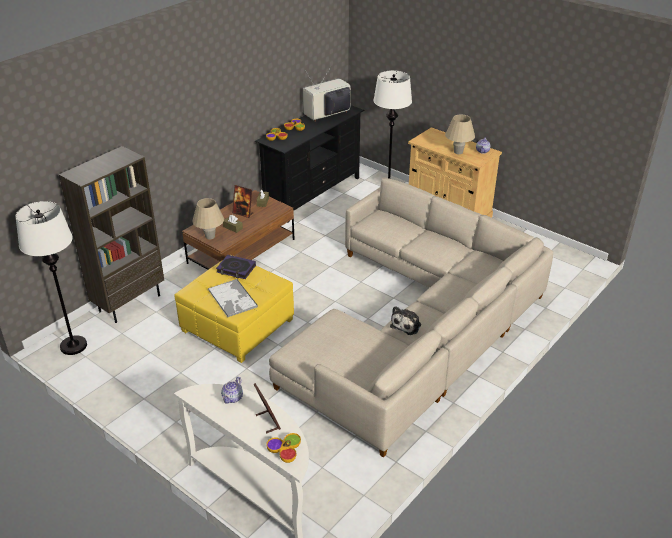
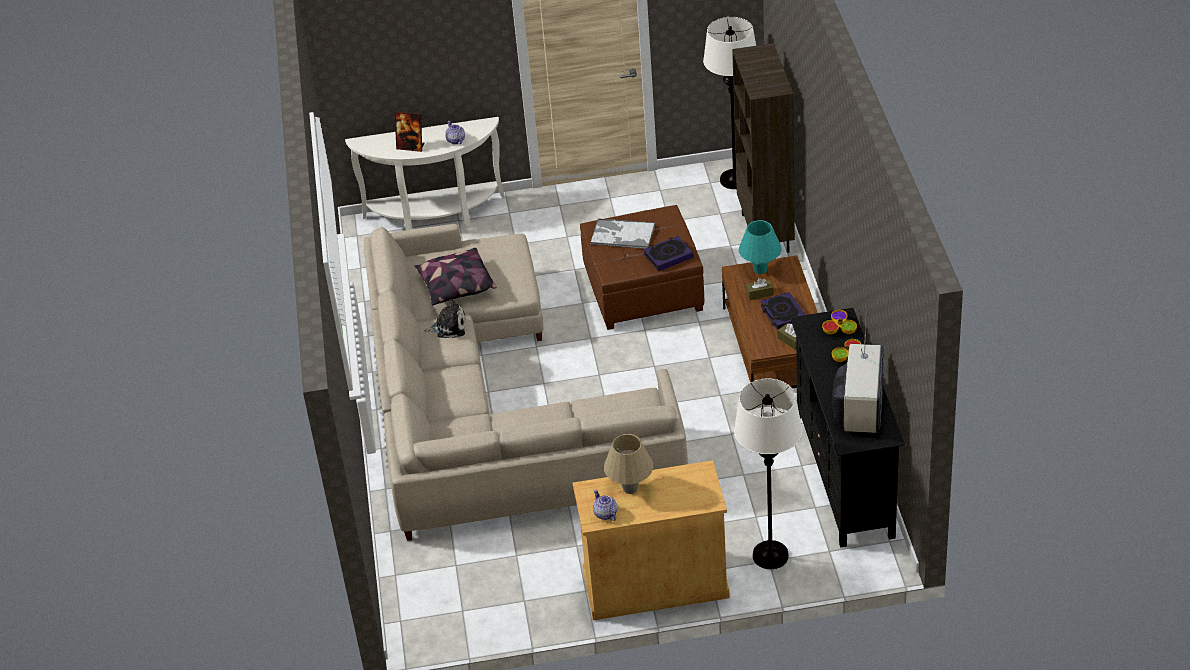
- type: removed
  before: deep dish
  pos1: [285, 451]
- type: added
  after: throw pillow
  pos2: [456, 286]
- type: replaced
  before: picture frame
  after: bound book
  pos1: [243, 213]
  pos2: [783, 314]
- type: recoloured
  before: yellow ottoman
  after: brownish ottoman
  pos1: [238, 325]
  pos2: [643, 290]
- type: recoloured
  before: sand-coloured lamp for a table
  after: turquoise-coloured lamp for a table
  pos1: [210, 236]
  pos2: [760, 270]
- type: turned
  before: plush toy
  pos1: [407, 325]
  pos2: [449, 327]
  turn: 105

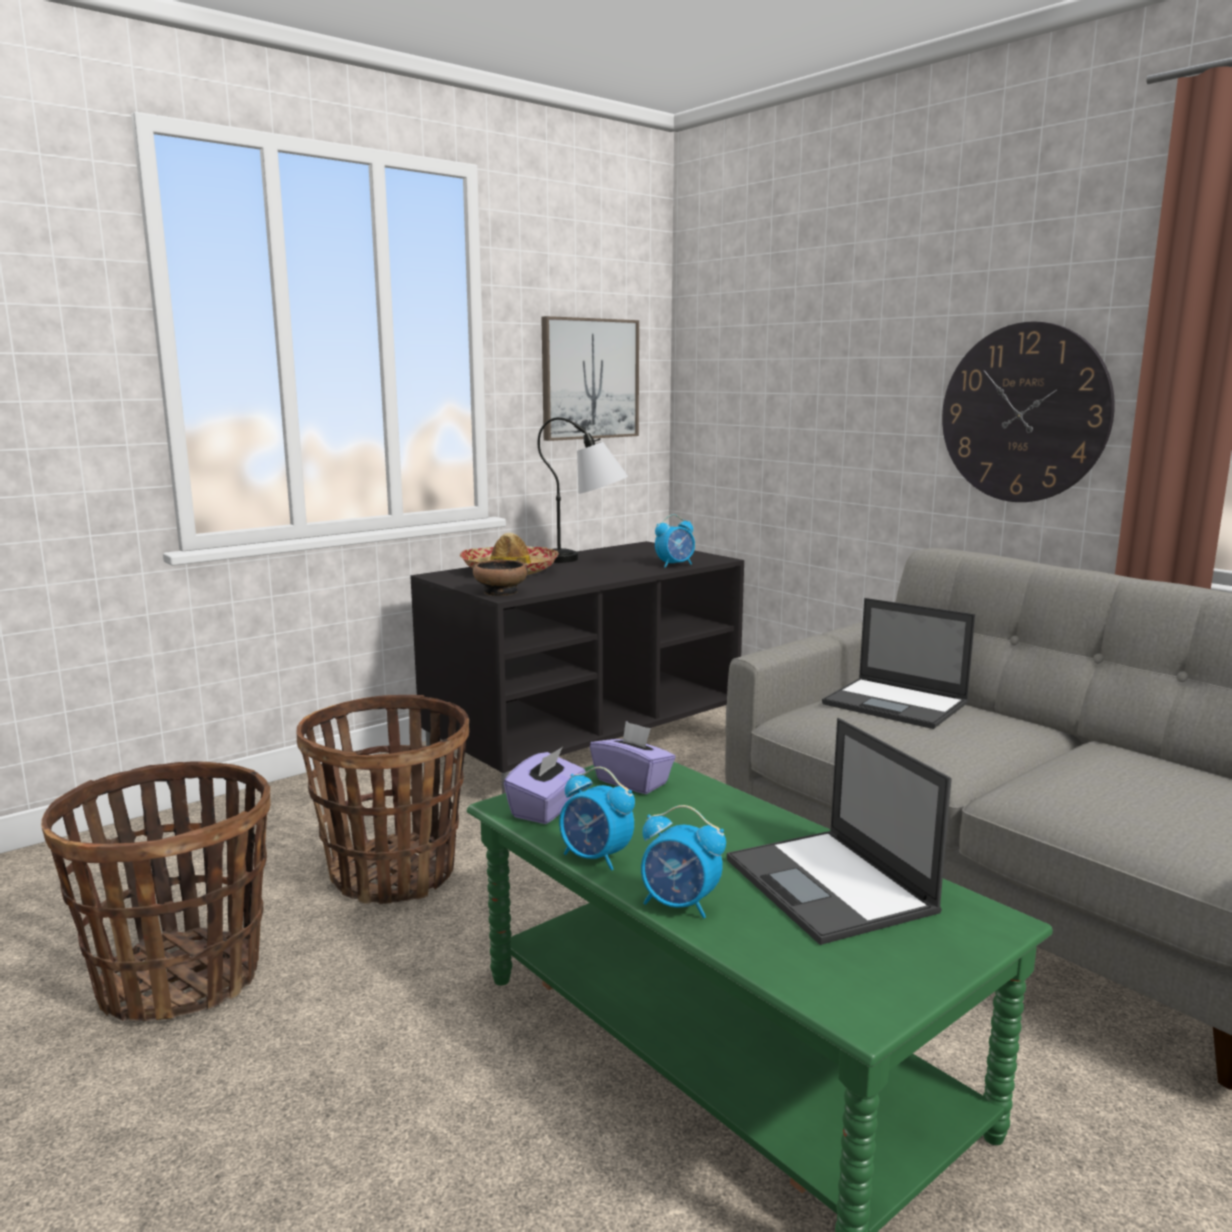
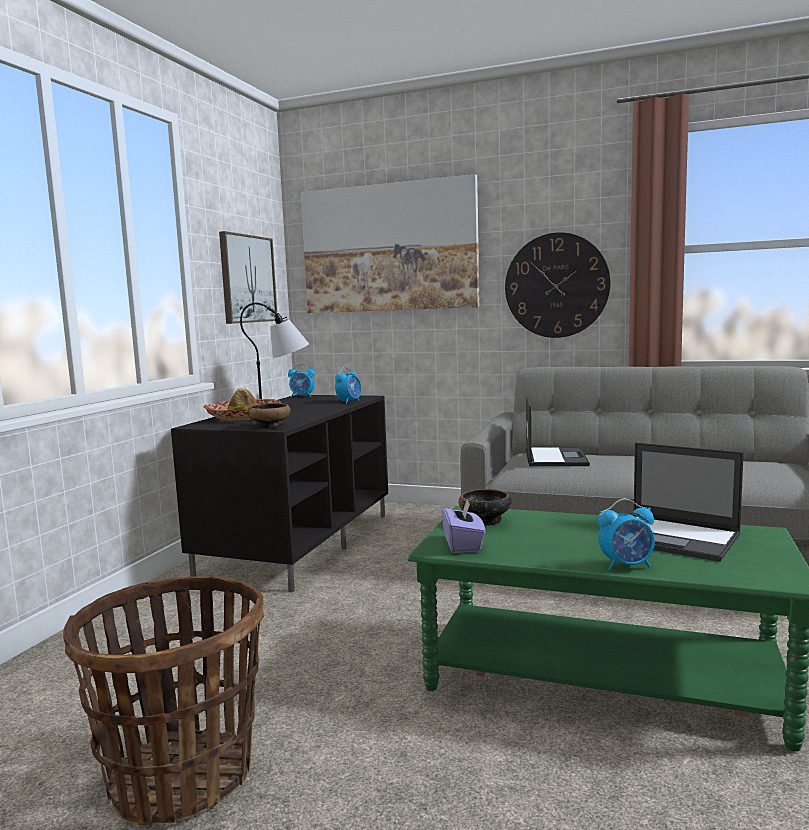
- type: removed
  before: household basket
  pos1: [393, 873]
- type: added
  after: wall art
  pos2: [389, 248]
- type: moved
  before: bedside clock
  pos1: [596, 858]
  pos2: [302, 397]
- type: replaced
  before: purple-coloured tissue box
  after: deep dish
  pos1: [632, 782]
  pos2: [484, 521]
- type: turned
  before: portable computer
  pos1: [897, 704]
  pos2: [555, 457]
  turn: -90

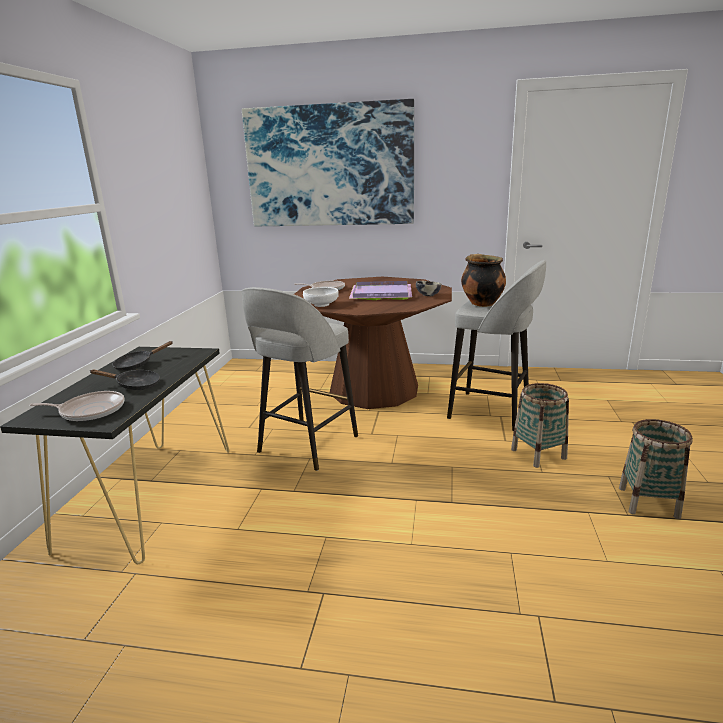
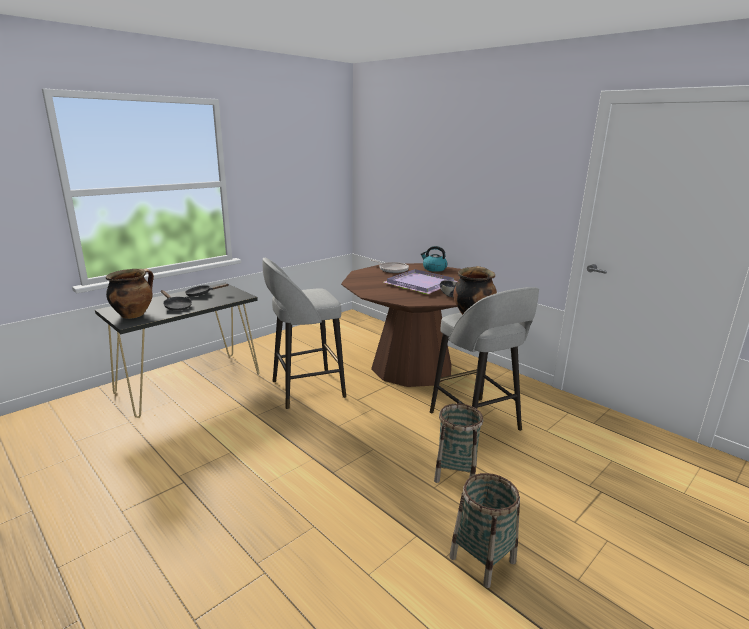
- type: removed
  before: wall art
  pos1: [329, 166]
- type: removed
  before: white-coloured deep dish
  pos1: [321, 305]
- type: added
  after: tea kettle
  pos2: [434, 269]
- type: replaced
  before: pan
  after: stockpot
  pos1: [89, 411]
  pos2: [134, 314]

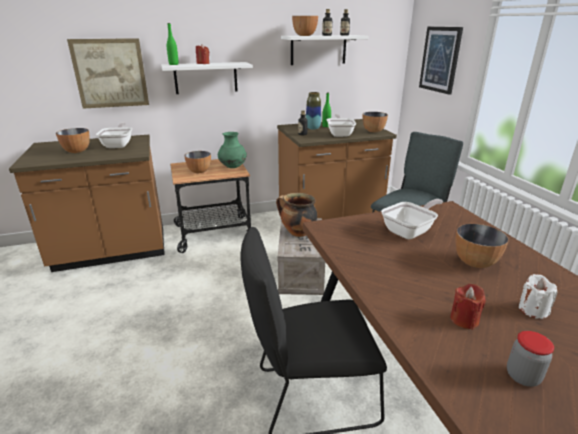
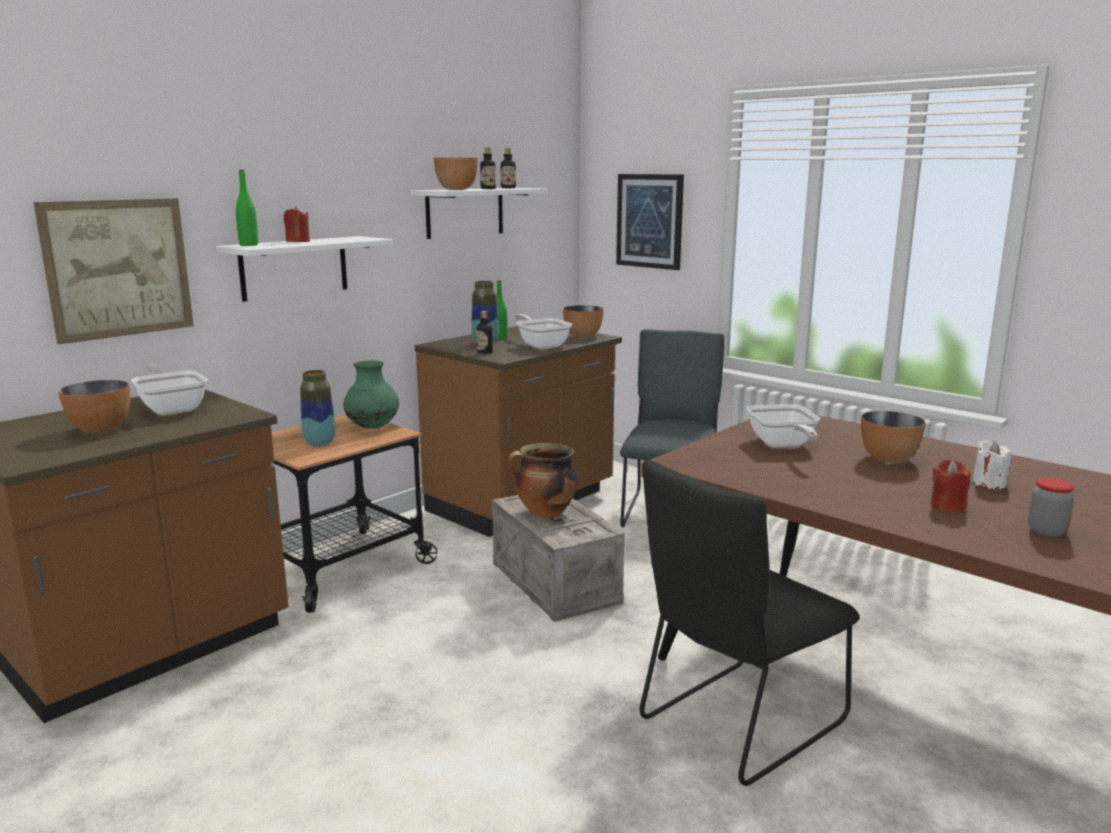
- type: replaced
  before: deep dish
  after: vase
  pos1: [199, 171]
  pos2: [319, 443]
- type: turned
  before: pan
  pos1: [410, 231]
  pos2: [782, 445]
  turn: 150

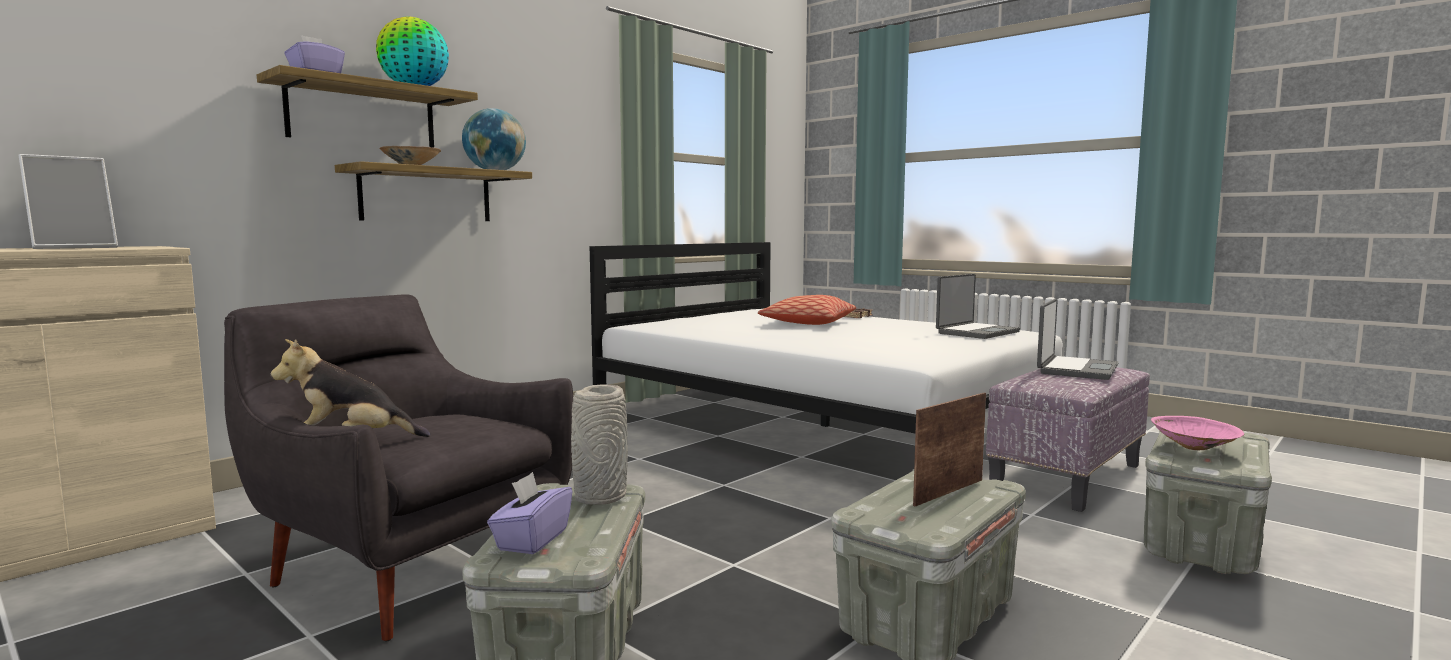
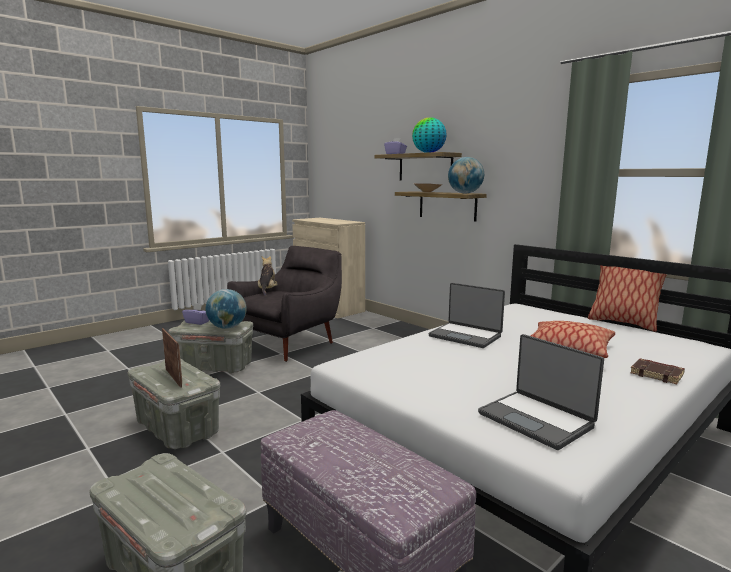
- type: removed
  before: picture frame
  pos1: [75, 247]
- type: removed
  before: pink-coloured deep dish
  pos1: [1195, 448]
- type: added
  after: throw pillow
  pos2: [622, 323]
- type: moved
  before: portable computer
  pos1: [1075, 369]
  pos2: [466, 336]
- type: replaced
  before: grey vase
  after: world globe
  pos1: [599, 497]
  pos2: [227, 327]

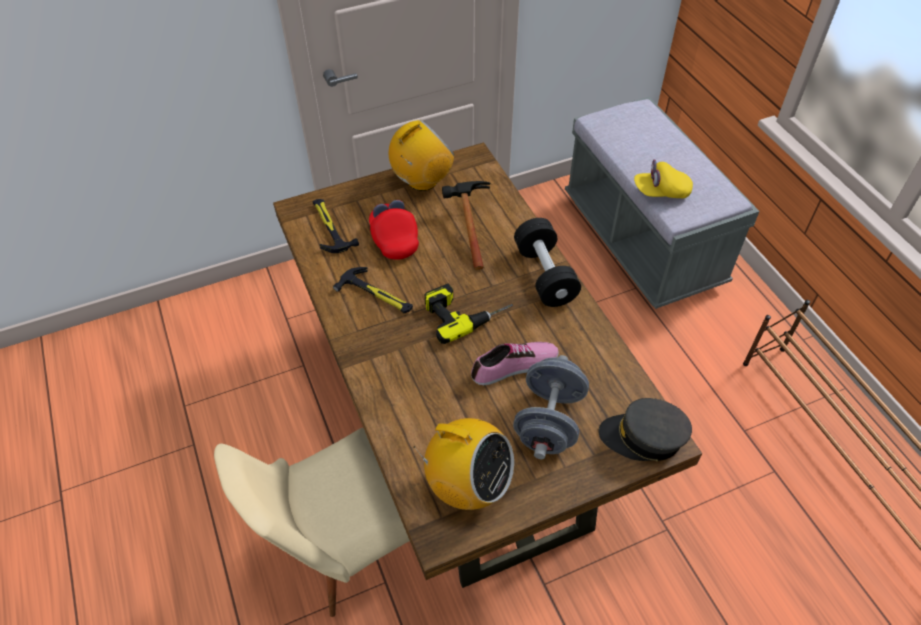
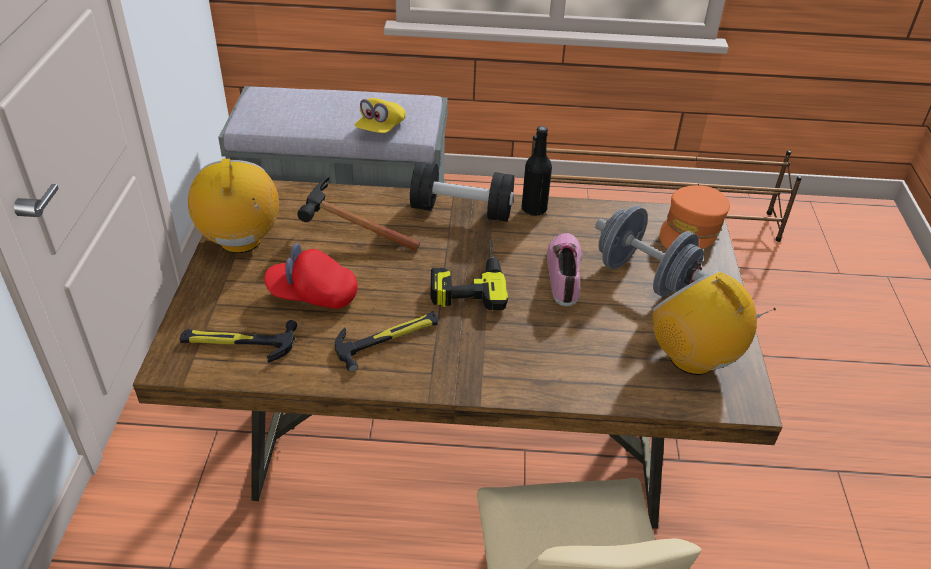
- type: added
  after: blackish bottle
  pos2: [534, 209]
- type: recoloured
  before: grey peaked cap
  after: orangey peaked cap
  pos1: [643, 437]
  pos2: [691, 230]
- type: turned
  before: radio set
  pos1: [468, 485]
  pos2: [693, 358]
  turn: -90

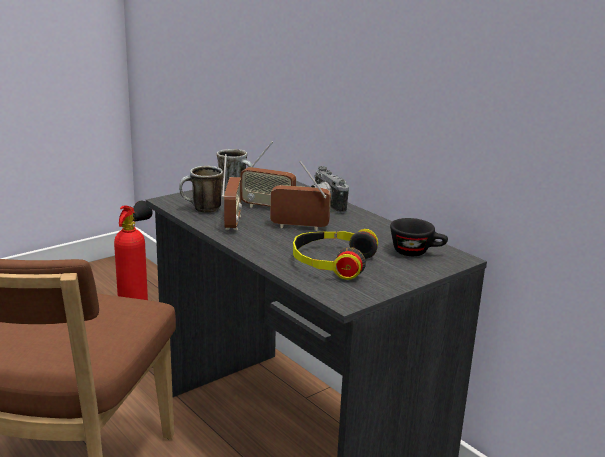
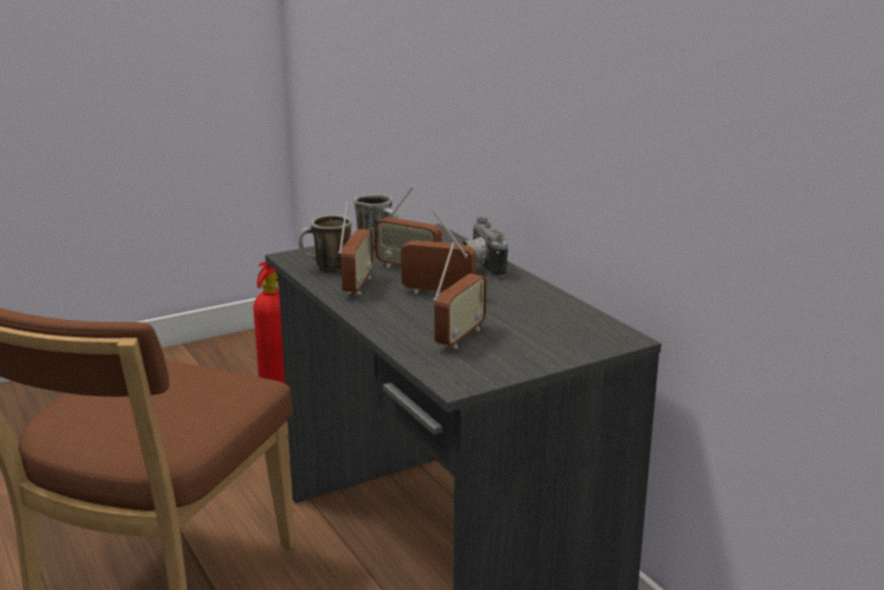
- type: removed
  before: blackish drinking cup
  pos1: [416, 252]
- type: replaced
  before: headset
  after: radio set
  pos1: [332, 262]
  pos2: [460, 337]

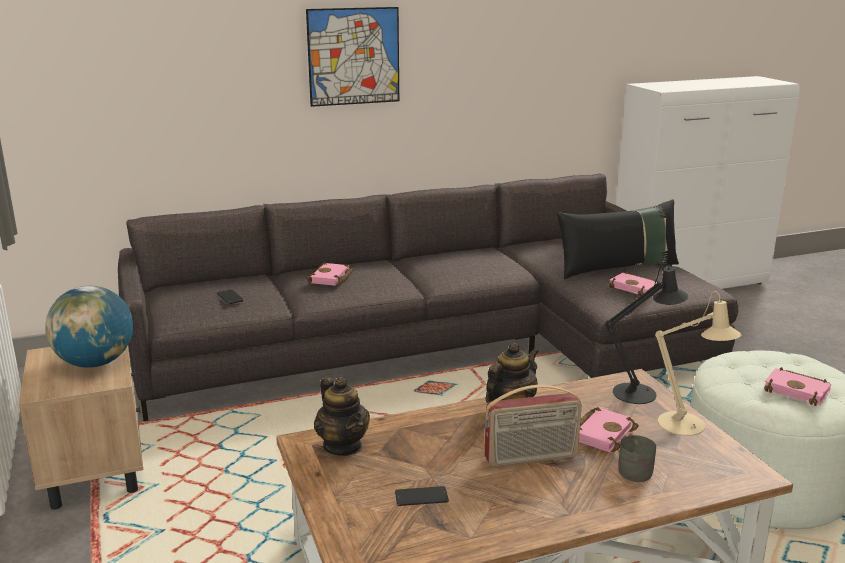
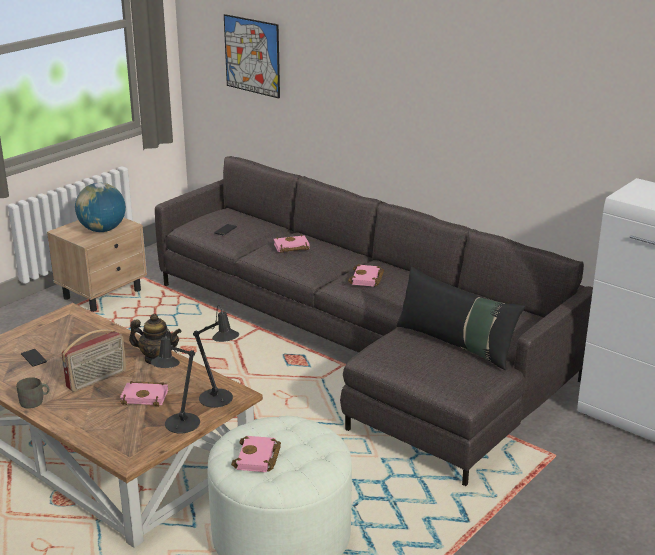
- type: removed
  before: pot for tea
  pos1: [343, 446]
- type: moved
  before: wall art
  pos1: [354, 56]
  pos2: [252, 56]
- type: moved
  before: pink-coloured bound book
  pos1: [636, 288]
  pos2: [367, 279]
- type: moved
  before: grey tea mug
  pos1: [635, 470]
  pos2: [35, 402]
- type: recoloured
  before: sand-coloured lamp for a table
  after: blackish lamp for a table
  pos1: [687, 426]
  pos2: [179, 426]
- type: turned
  before: radio set
  pos1: [531, 458]
  pos2: [97, 380]
  turn: -90

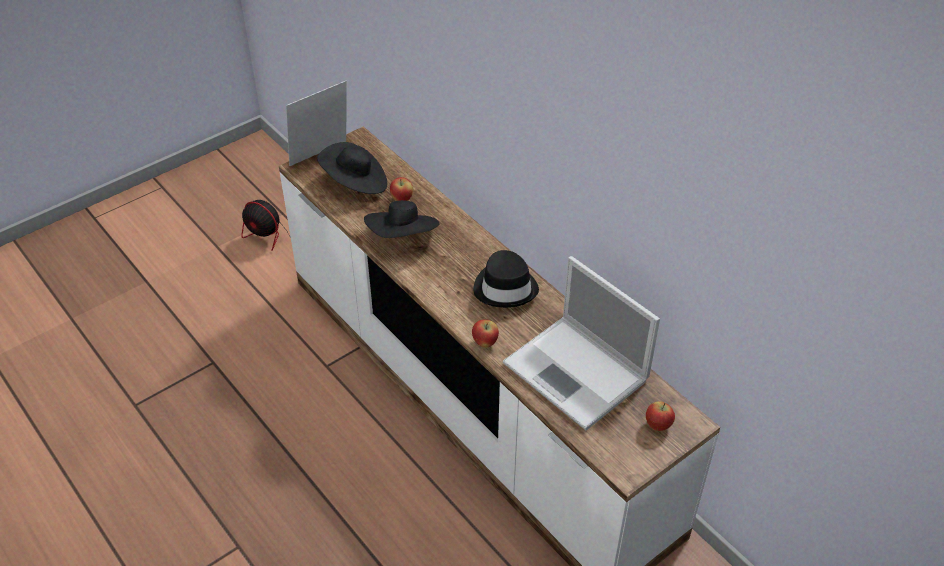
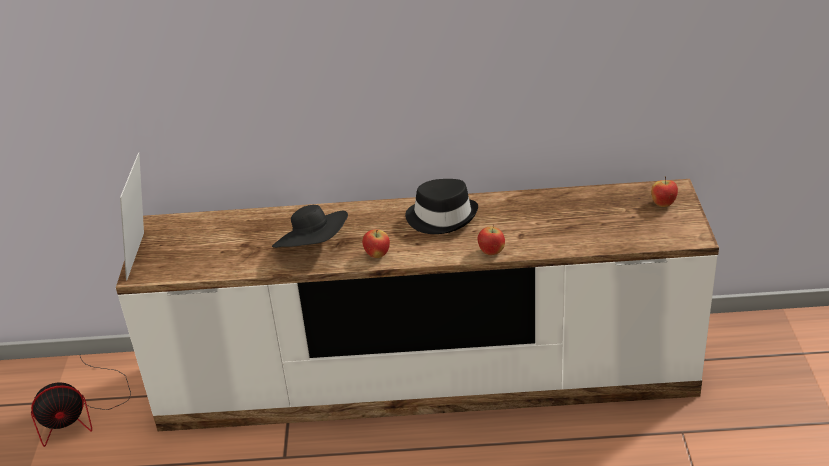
- type: removed
  before: blackish wearable hat
  pos1: [355, 183]
- type: removed
  before: portable computer
  pos1: [577, 373]
- type: moved
  before: whole apple
  pos1: [402, 199]
  pos2: [377, 255]

